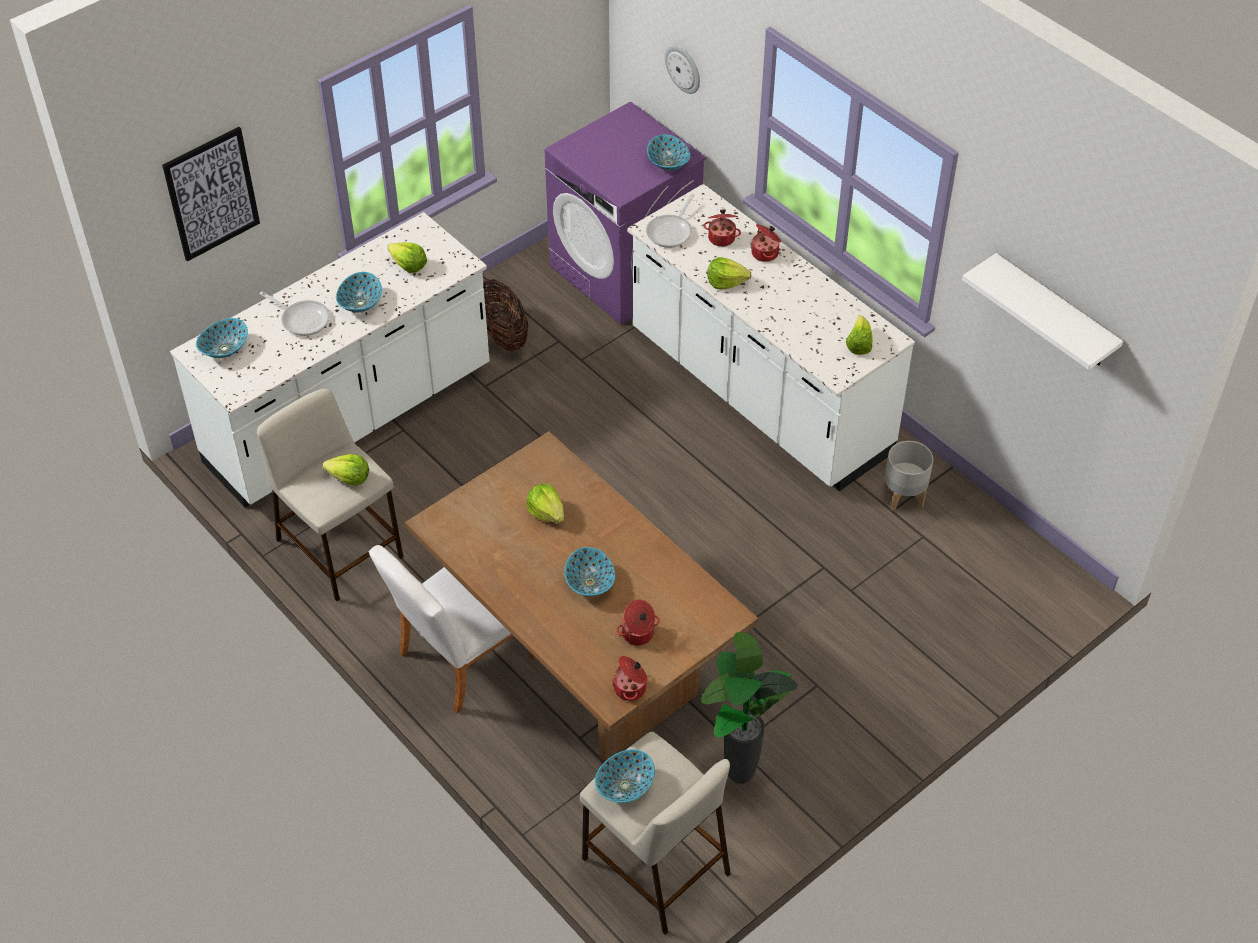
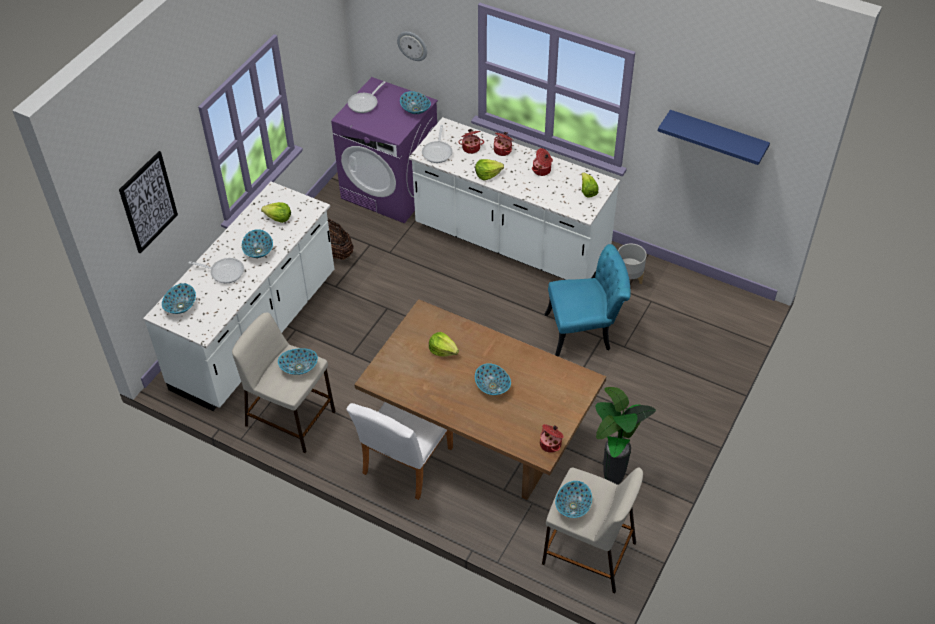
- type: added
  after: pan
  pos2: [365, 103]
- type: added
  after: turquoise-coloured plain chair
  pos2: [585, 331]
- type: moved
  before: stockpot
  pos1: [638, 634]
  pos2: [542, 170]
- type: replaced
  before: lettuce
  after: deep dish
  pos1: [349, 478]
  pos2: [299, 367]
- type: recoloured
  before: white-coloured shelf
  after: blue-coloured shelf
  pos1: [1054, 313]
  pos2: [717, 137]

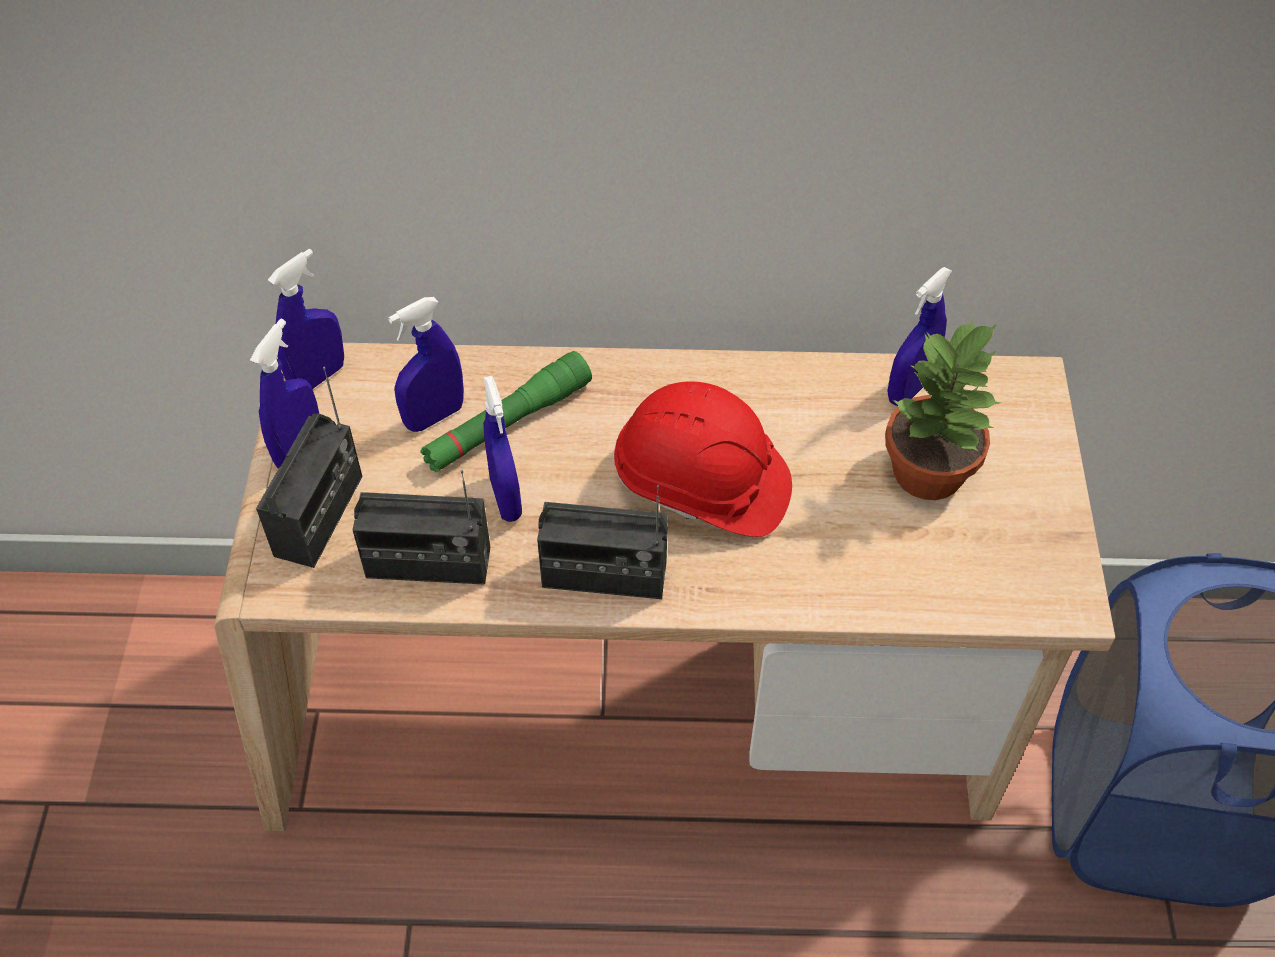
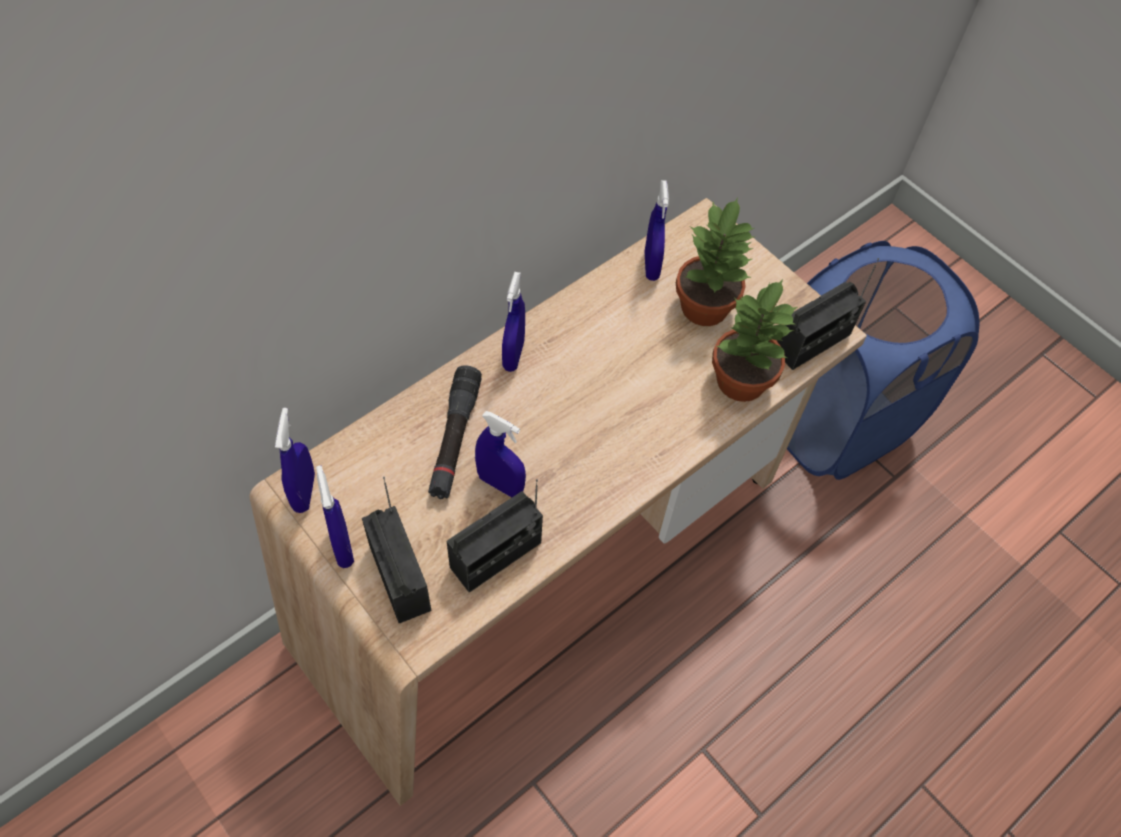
- type: removed
  before: red-coloured hard hat
  pos1: [702, 485]
- type: added
  after: plant in a pot
  pos2: [739, 381]
- type: moved
  before: blue-coloured spray bottle
  pos1: [434, 416]
  pos2: [513, 355]
- type: moved
  before: radio set
  pos1: [604, 575]
  pos2: [812, 342]
- type: recoloured
  before: greenish flashlight
  after: blackish flashlight
  pos1: [507, 424]
  pos2: [454, 438]

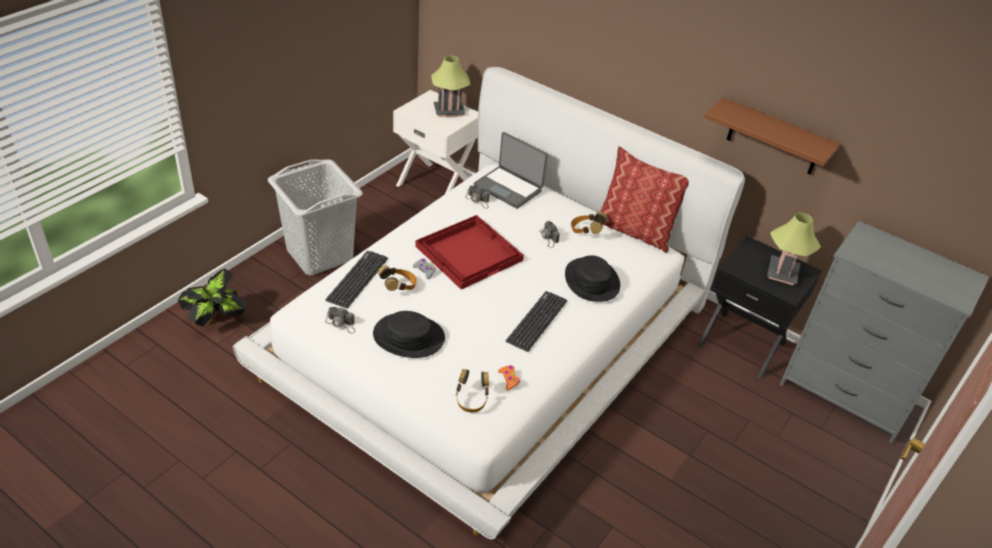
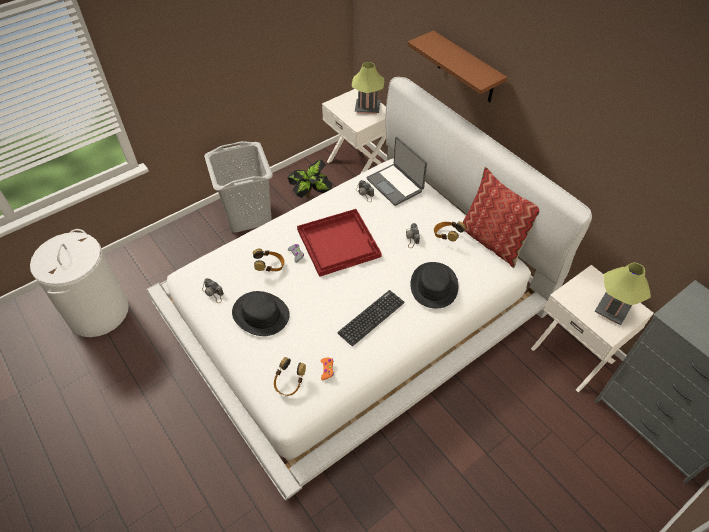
- type: removed
  before: computer keyboard
  pos1: [357, 279]
- type: added
  after: white-coloured washing basket
  pos2: [98, 312]
- type: moved
  before: plant in a pot
  pos1: [217, 321]
  pos2: [311, 195]
- type: moved
  before: brownish shelf
  pos1: [774, 138]
  pos2: [466, 68]
- type: recoloured
  before: blackish nightstand
  after: white-coloured nightstand
  pos1: [742, 343]
  pos2: [573, 354]

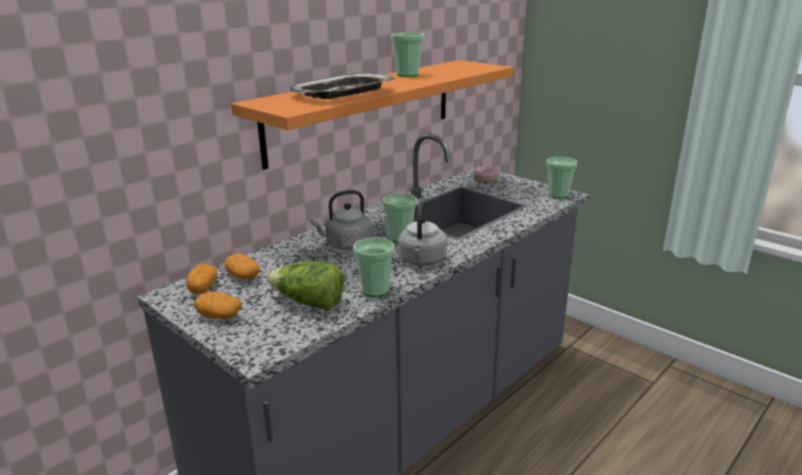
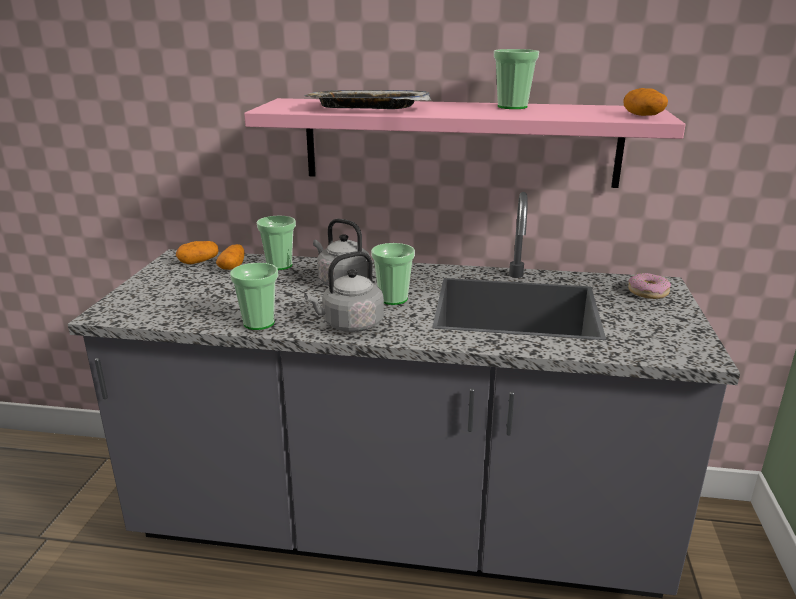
- type: removed
  before: lettuce
  pos1: [308, 303]
- type: moved
  before: spud
  pos1: [219, 316]
  pos2: [642, 115]
- type: moved
  before: drinking cup
  pos1: [558, 195]
  pos2: [279, 265]
- type: recoloured
  before: orangey shelf
  after: pink-coloured shelf
  pos1: [363, 109]
  pos2: [460, 142]

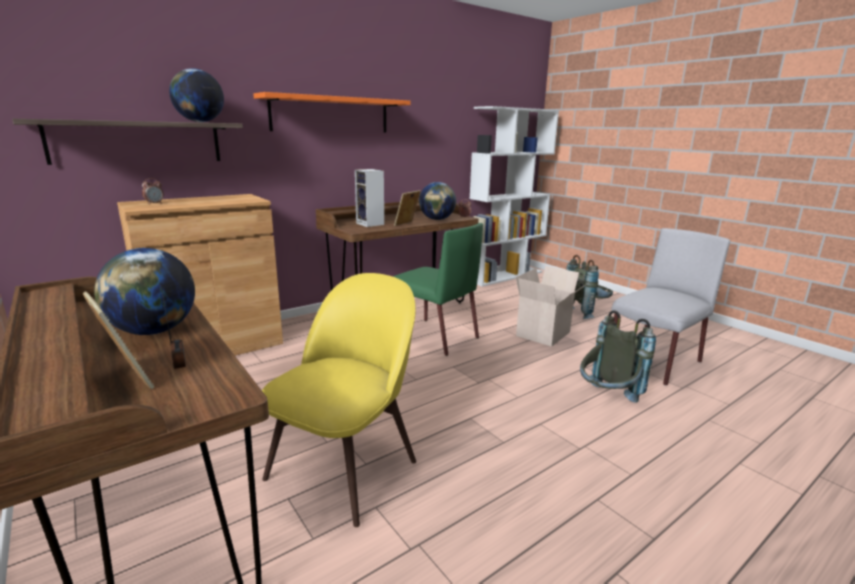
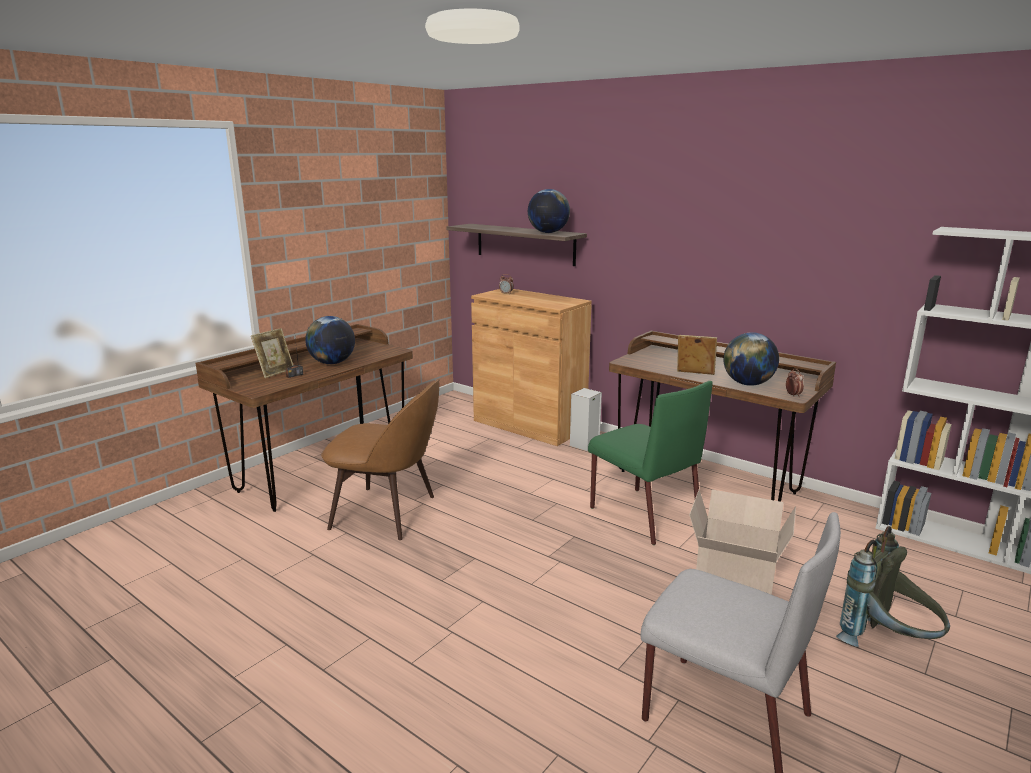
- type: removed
  before: orangey shelf
  pos1: [331, 115]
- type: removed
  before: grey knapsack
  pos1: [606, 400]
- type: moved
  before: loudspeaker
  pos1: [371, 224]
  pos2: [584, 445]
- type: recoloured
  before: yellow plain chair
  after: brownish plain chair
  pos1: [346, 466]
  pos2: [388, 513]
- type: turned
  before: greenish plain chair
  pos1: [433, 336]
  pos2: [642, 514]
  turn: -60

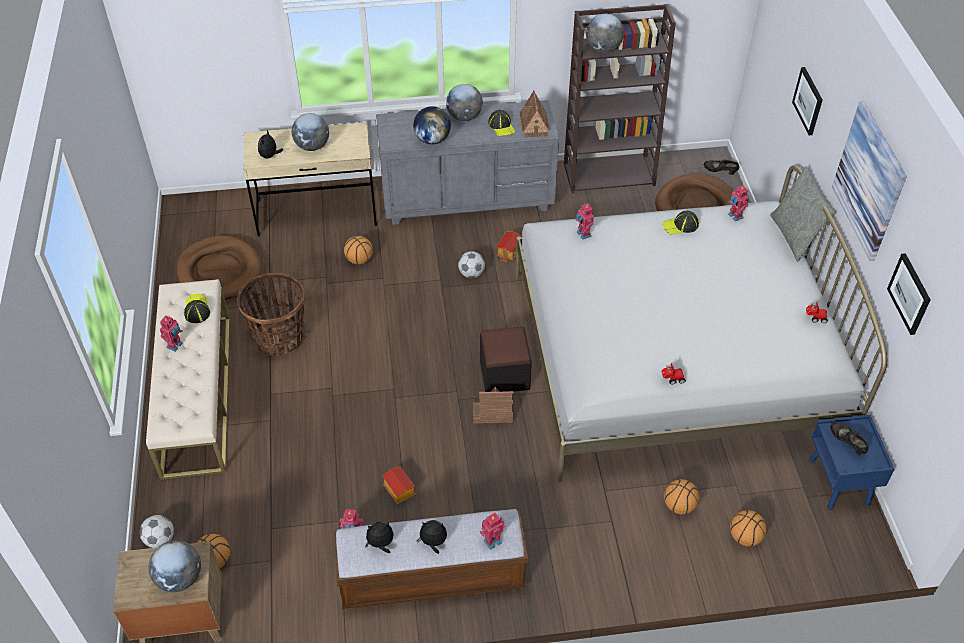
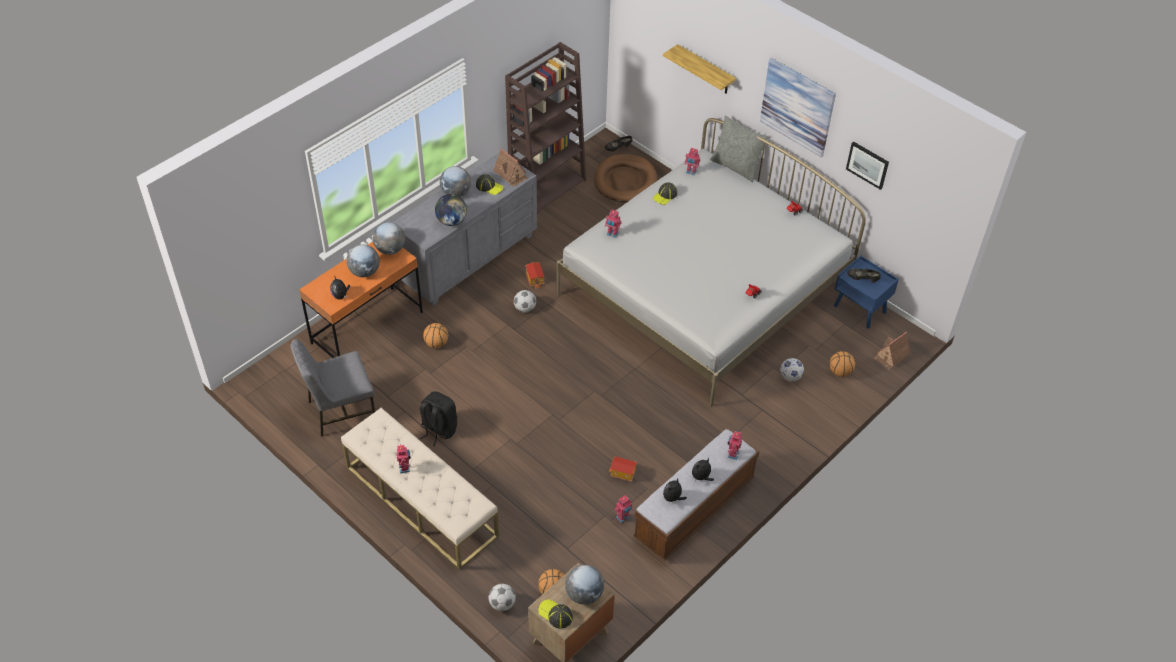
- type: removed
  before: blackish ottoman
  pos1: [504, 375]
- type: moved
  before: peaked cap
  pos1: [196, 309]
  pos2: [555, 614]
- type: moved
  before: miniature house
  pos1: [493, 412]
  pos2: [891, 356]
- type: moved
  before: world globe
  pos1: [603, 48]
  pos2: [390, 249]
- type: replaced
  before: brownish pet bed
  after: grey plain chair
  pos1: [219, 271]
  pos2: [340, 410]
- type: replaced
  before: household basket
  after: blackish knapsack
  pos1: [279, 338]
  pos2: [438, 429]
- type: replaced
  before: basketball
  after: football
  pos1: [679, 506]
  pos2: [790, 377]
- type: replaced
  before: wall art
  after: shelf
  pos1: [808, 101]
  pos2: [705, 70]
- type: recoloured
  before: sand-coloured desk
  after: orangey desk
  pos1: [317, 213]
  pos2: [367, 328]

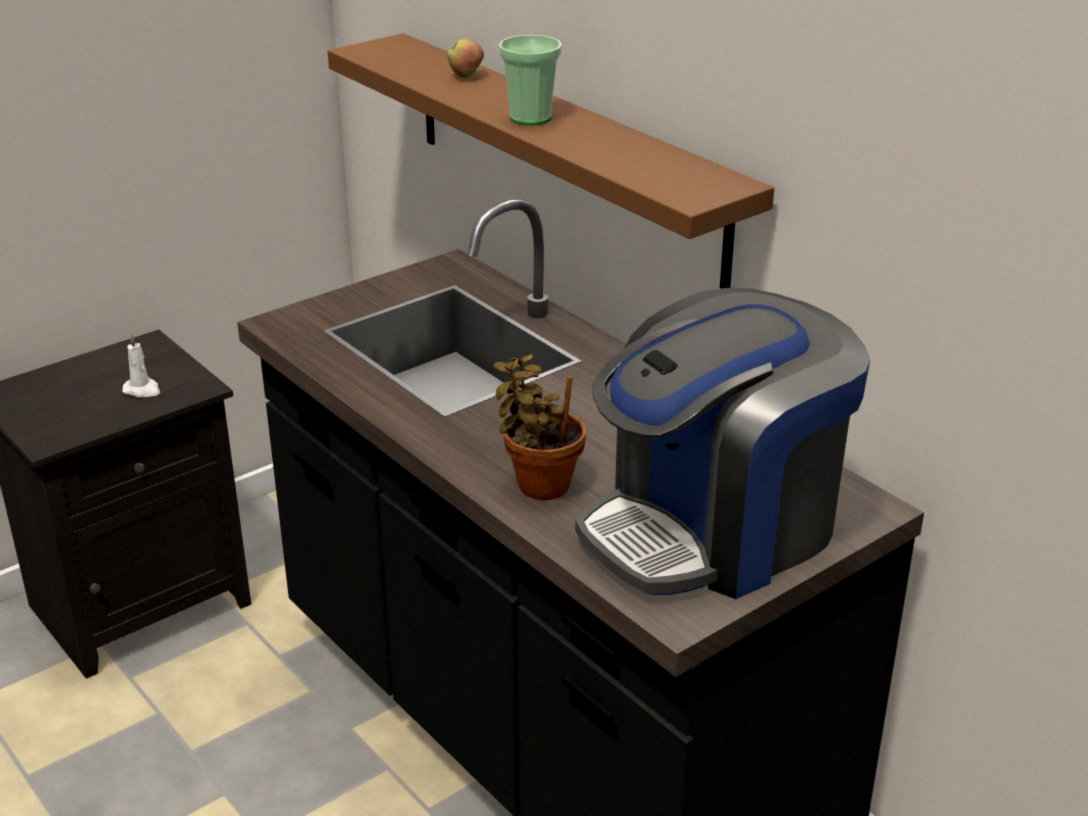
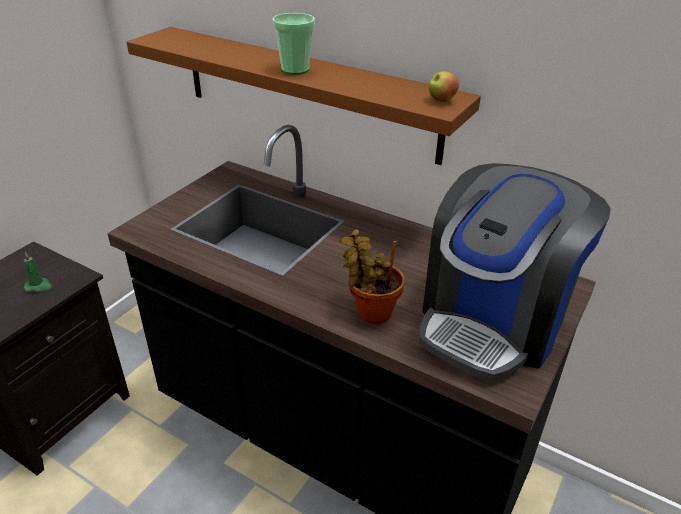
- type: moved
  before: whole apple
  pos1: [466, 76]
  pos2: [441, 100]
- type: recoloured
  before: white-coloured wax candle
  after: greenish wax candle
  pos1: [142, 390]
  pos2: [39, 286]

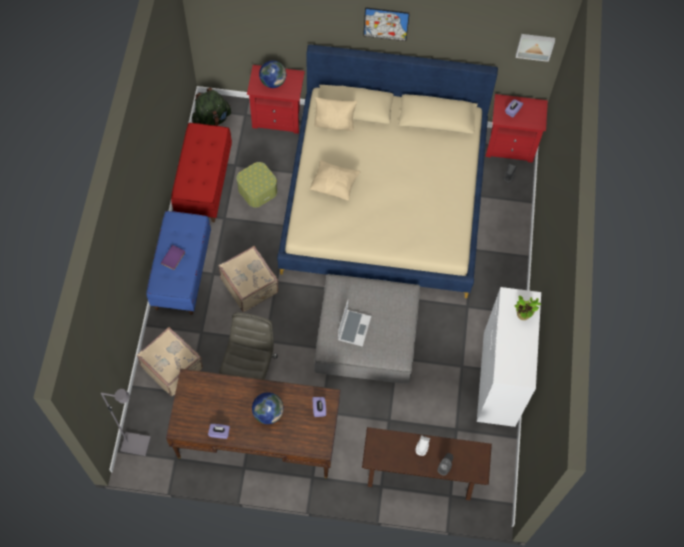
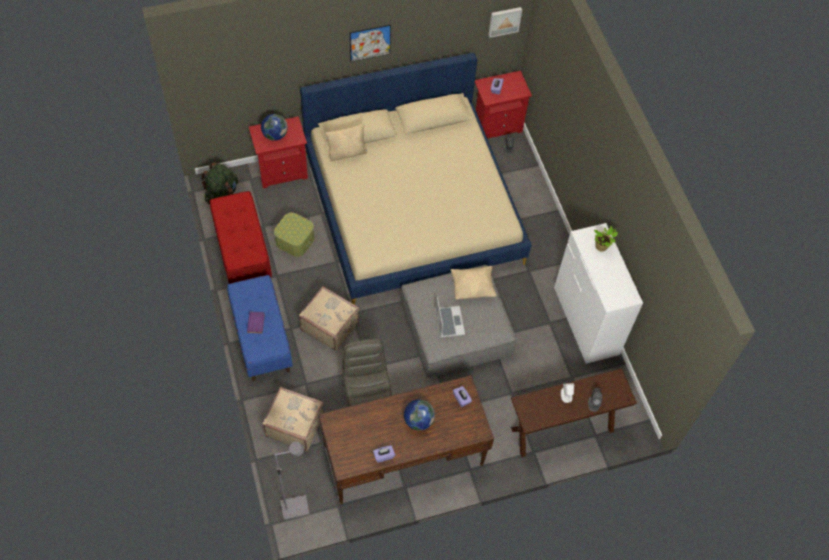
- type: moved
  before: sand-coloured throw pillow
  pos1: [334, 186]
  pos2: [473, 288]

